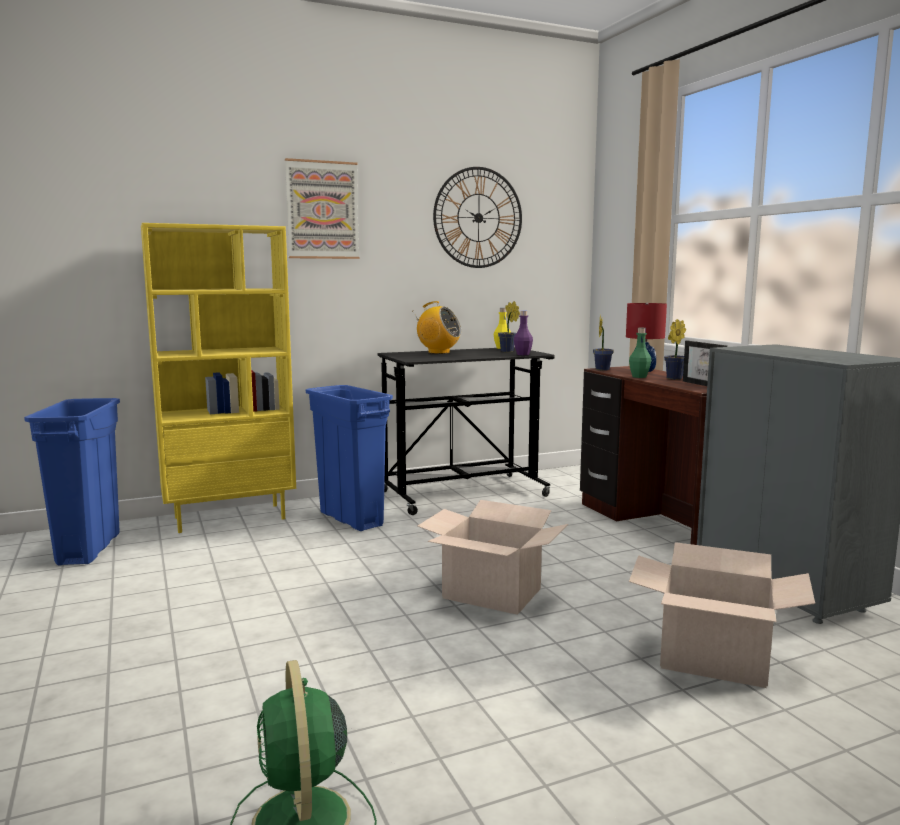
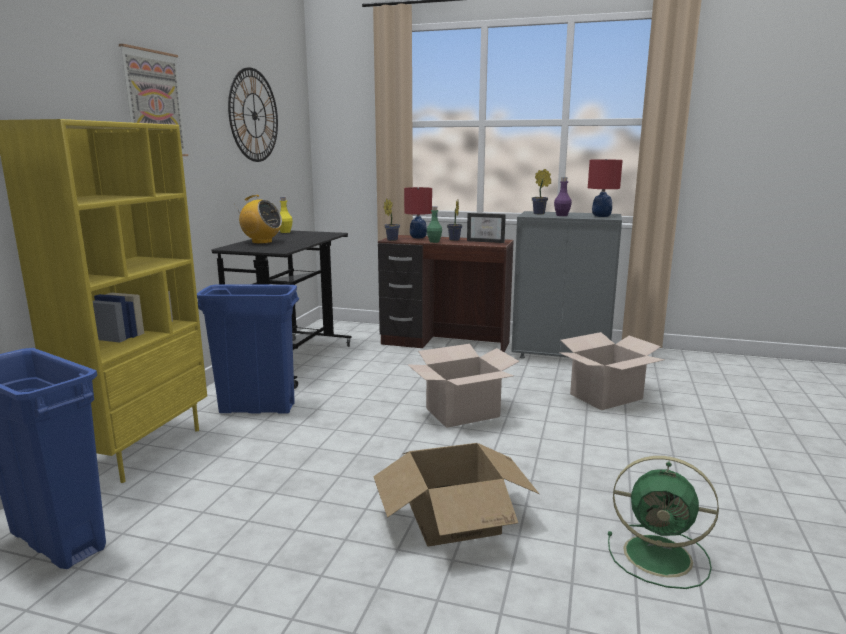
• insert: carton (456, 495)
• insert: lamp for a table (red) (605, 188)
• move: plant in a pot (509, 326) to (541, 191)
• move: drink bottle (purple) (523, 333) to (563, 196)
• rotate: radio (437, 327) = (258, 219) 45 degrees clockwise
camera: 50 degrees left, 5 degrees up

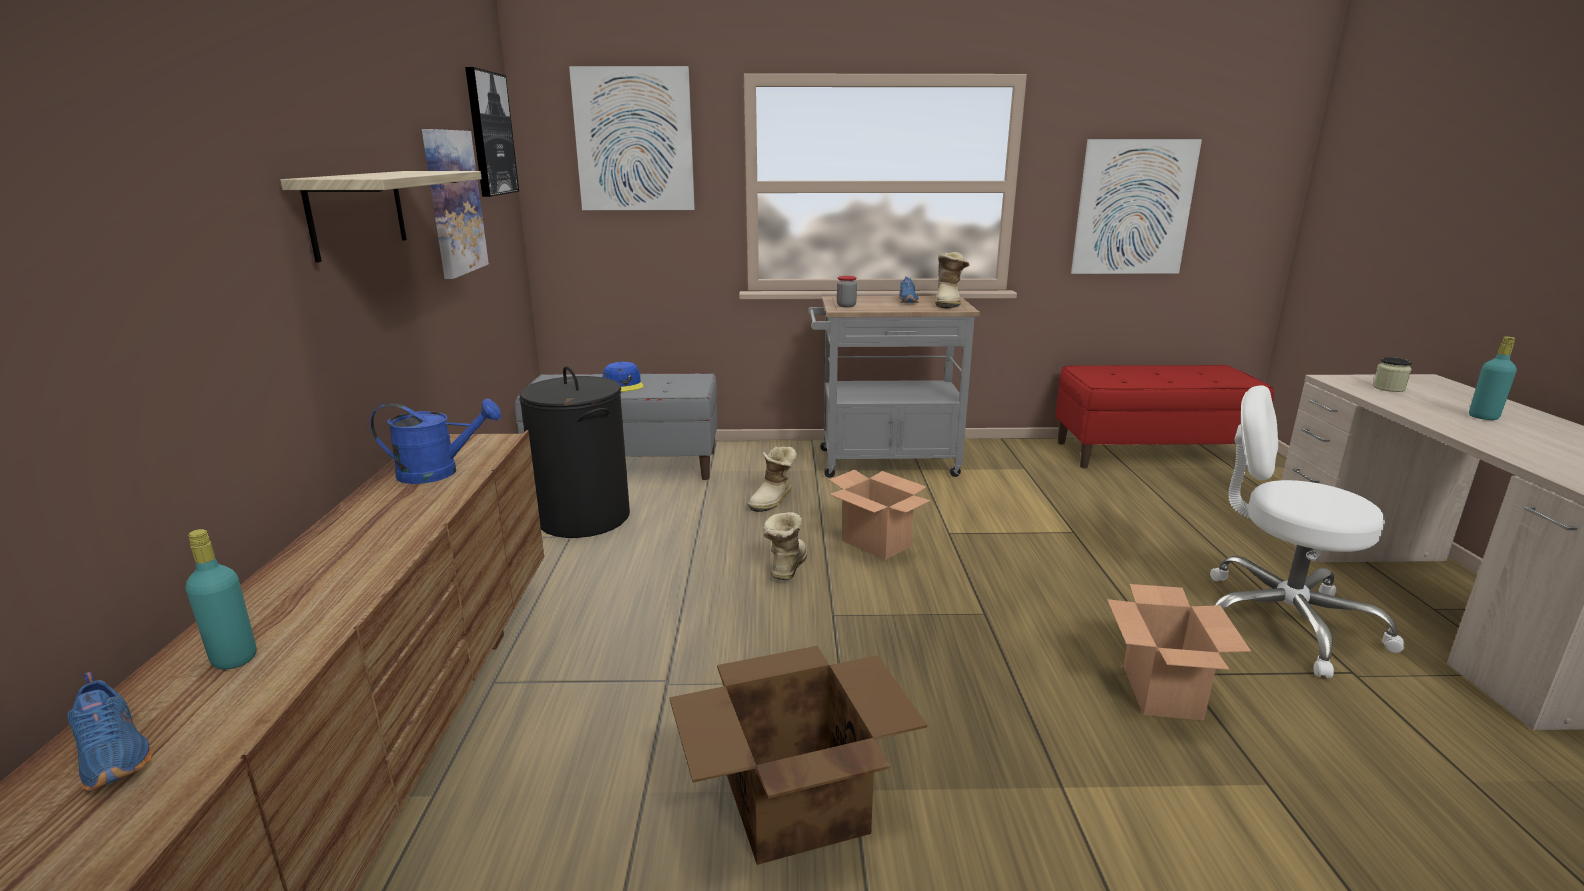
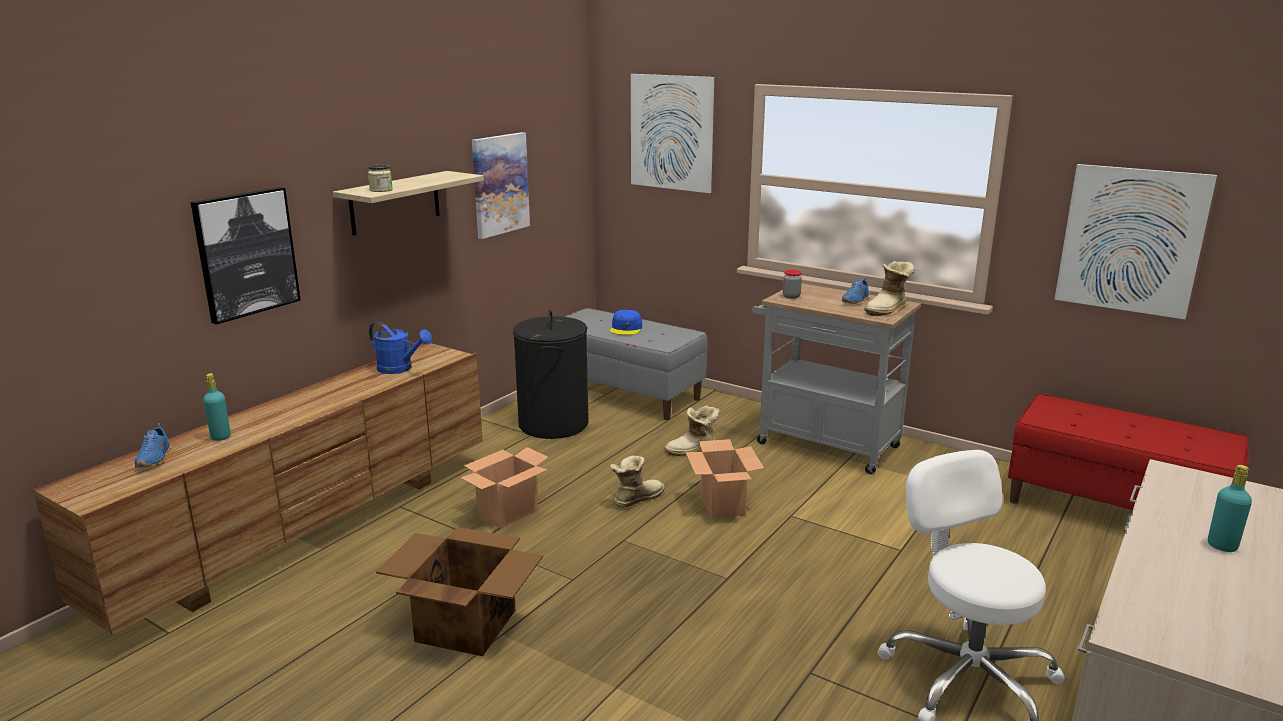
• move: picture (492, 132) to (246, 256)
• move: carton (1179, 652) to (504, 487)
• move: preserve jar (1392, 374) to (380, 178)
camera: 35 degrees right, 0 degrees up

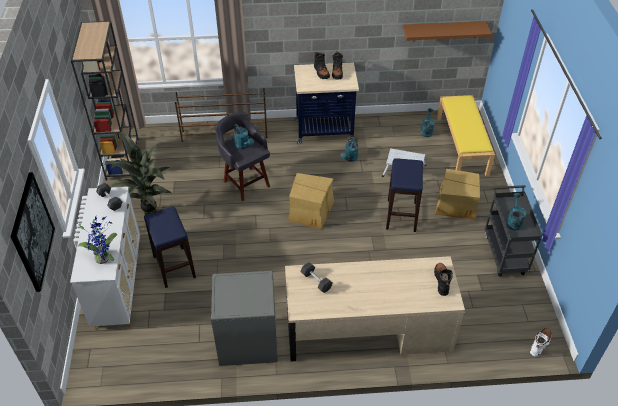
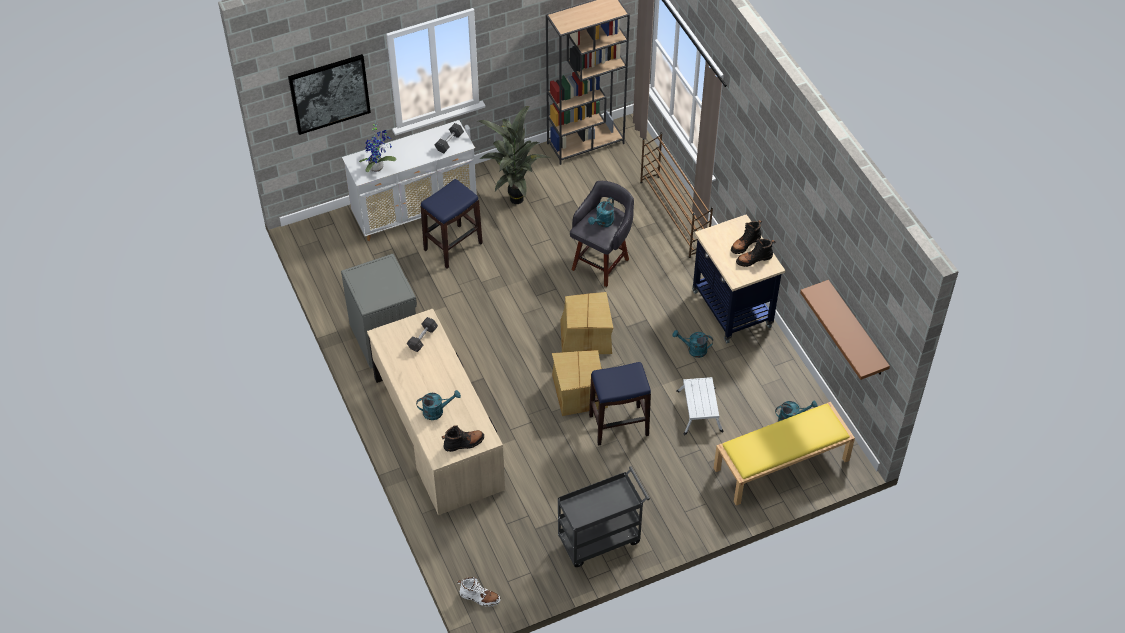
• move: carton (457, 194) to (580, 383)
• move: sprinkling can (blue-green) (516, 212) to (438, 405)
camera: 70 degrees right, 5 degrees up

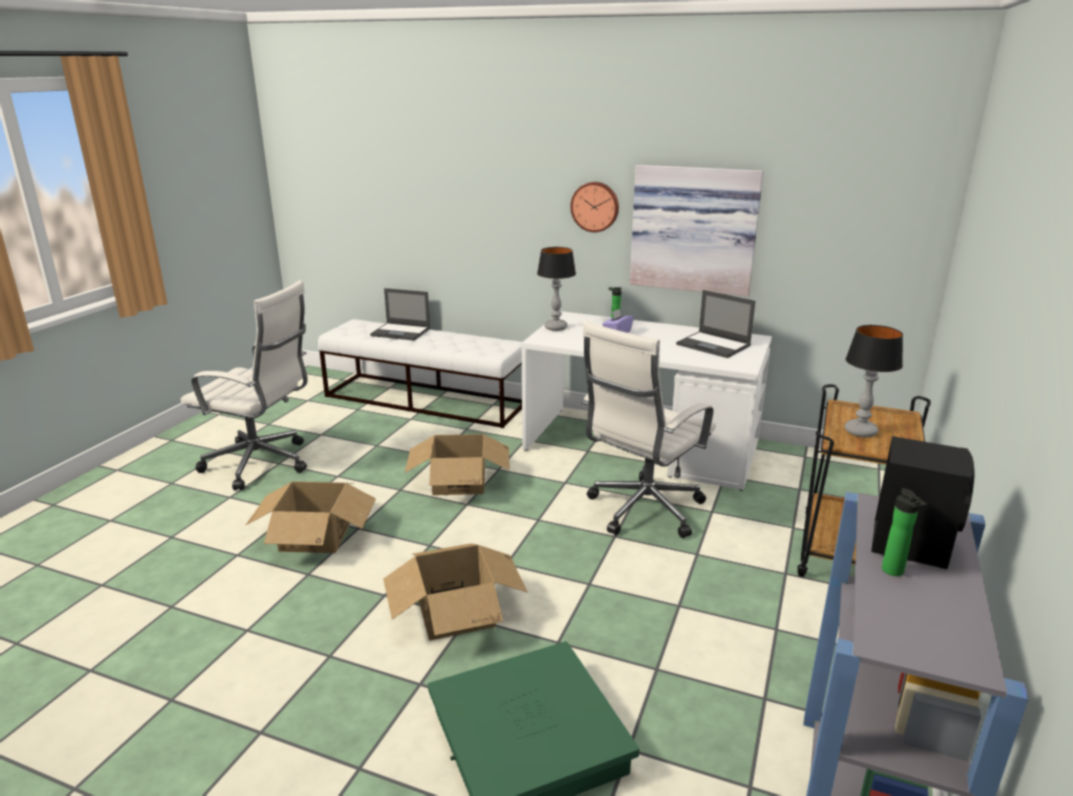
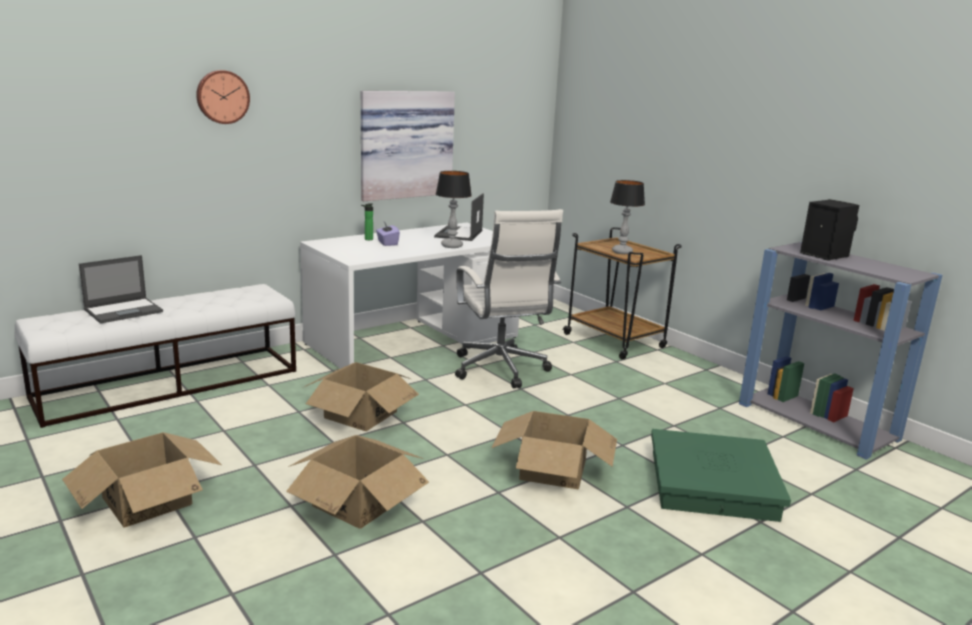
• delete: drink bottle (904, 532)
• move: lamp for a table (556, 289) to (454, 209)
• move: wall clock (594, 207) to (223, 97)
• replace: office chair (whitish) (244, 385) to carton (142, 479)
• rotate: portable computer (715, 324) = (459, 217) 120 degrees clockwise
camera: 60 degrees left, 5 degrees down

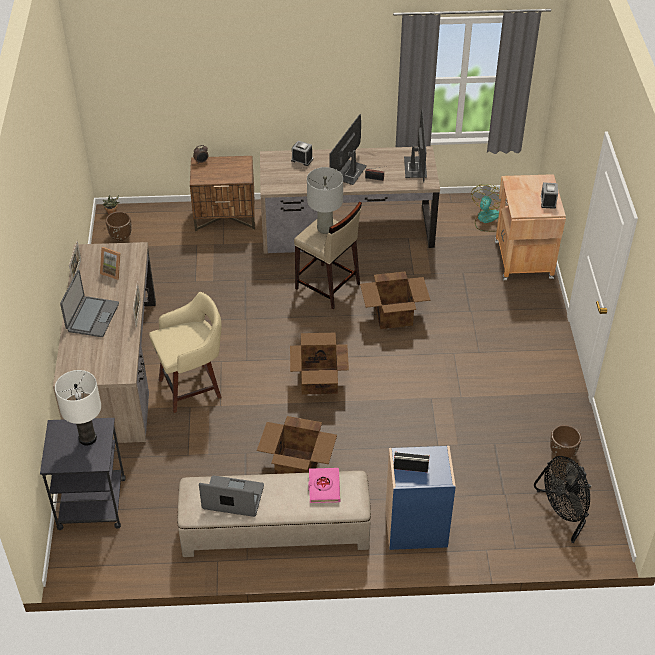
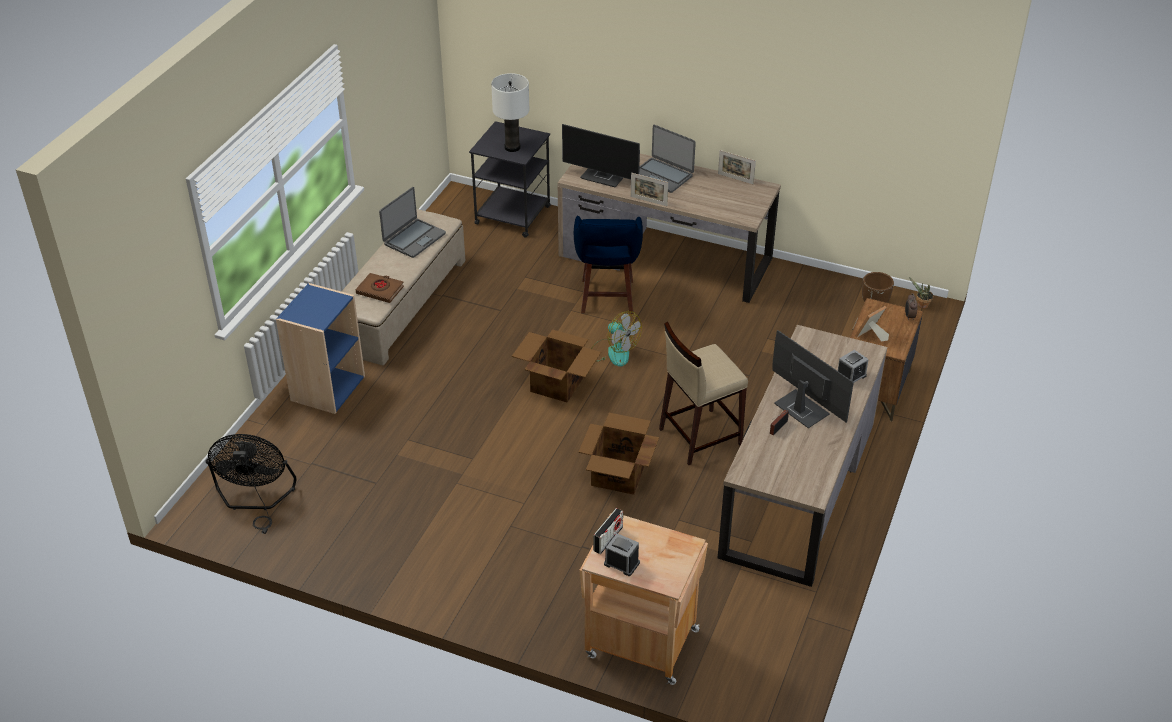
• delete: carton (297, 445)
• delete: lamp for a table (gray) (325, 200)
• delete: planter (brownish) (565, 442)
• move: standing frame (110, 263) to (872, 323)
• move: radio (411, 461) to (608, 531)
• move: computer screen (415, 146) to (601, 155)
• move: fan (486, 208) to (616, 339)
• recolor: sitting stool (sand-coloured) (185, 352) to sitting stool (blue) (608, 265)
• recolor: bound book (pink-coloured) (324, 485) to bound book (brownish) (379, 288)
camera: 115 degrees right, 5 degrees down

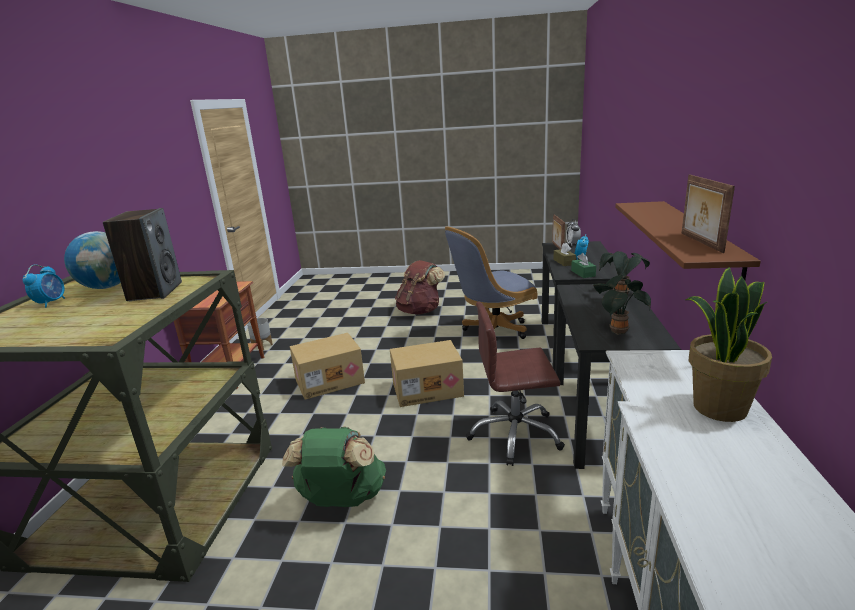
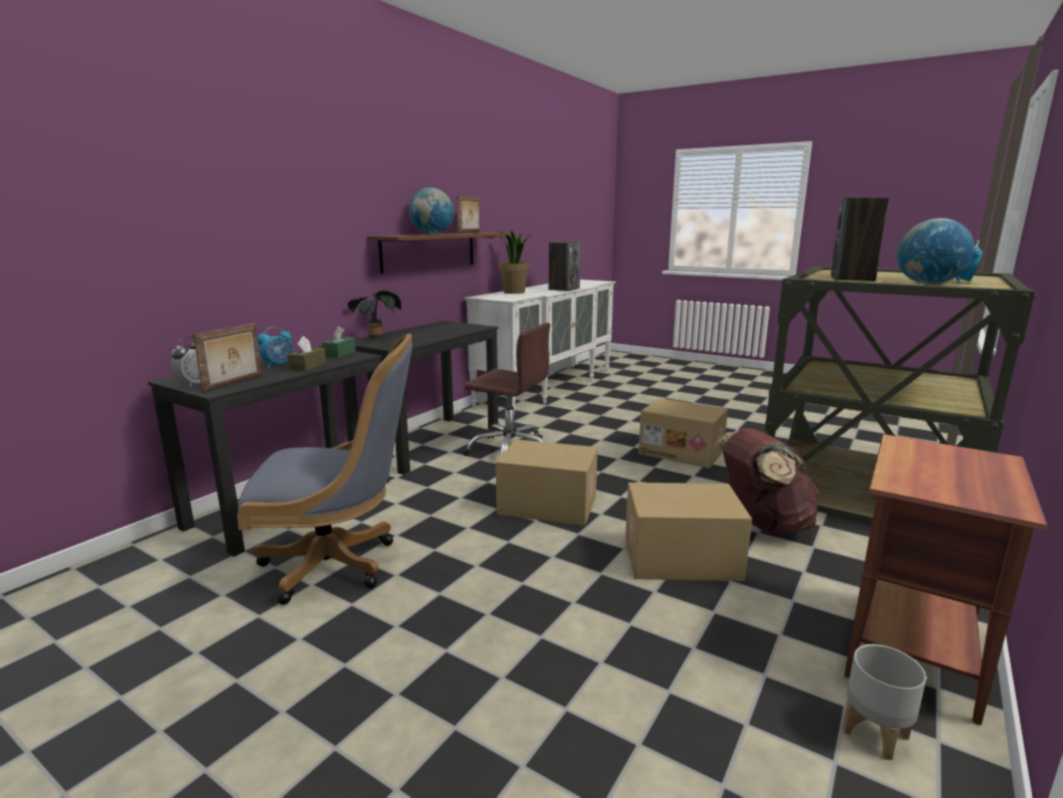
• delete: plant in a pot (622, 305)
• insert: globe (431, 211)
• insert: audio speaker (565, 266)
• move: backpack (brownish) (420, 287) to (767, 481)
• replace: backpack (greenish) (334, 467) to carton (683, 433)
camera: 155 degrees left, 5 degrees down

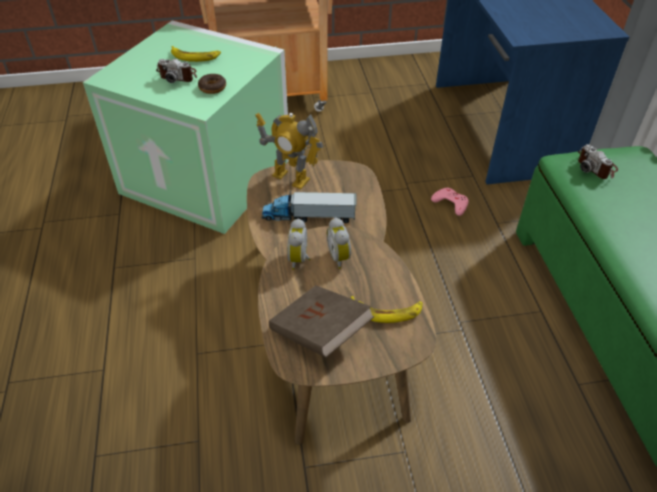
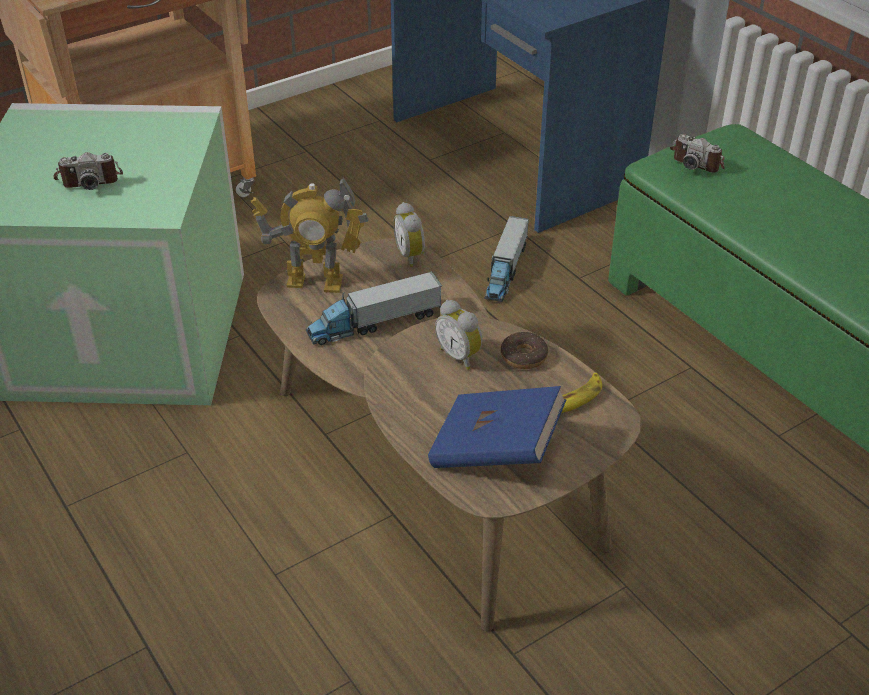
• delete: whole banana (196, 54)
• move: doughnut (212, 84) to (524, 350)
• move: table clock (299, 244) to (409, 234)
• replace: gamepad (pink-coloured) (450, 202) to toy lorry (507, 259)
• recolor: bound book (brownish) (321, 321) to bound book (blue) (497, 427)
camera: 25 degrees left, 5 degrees down

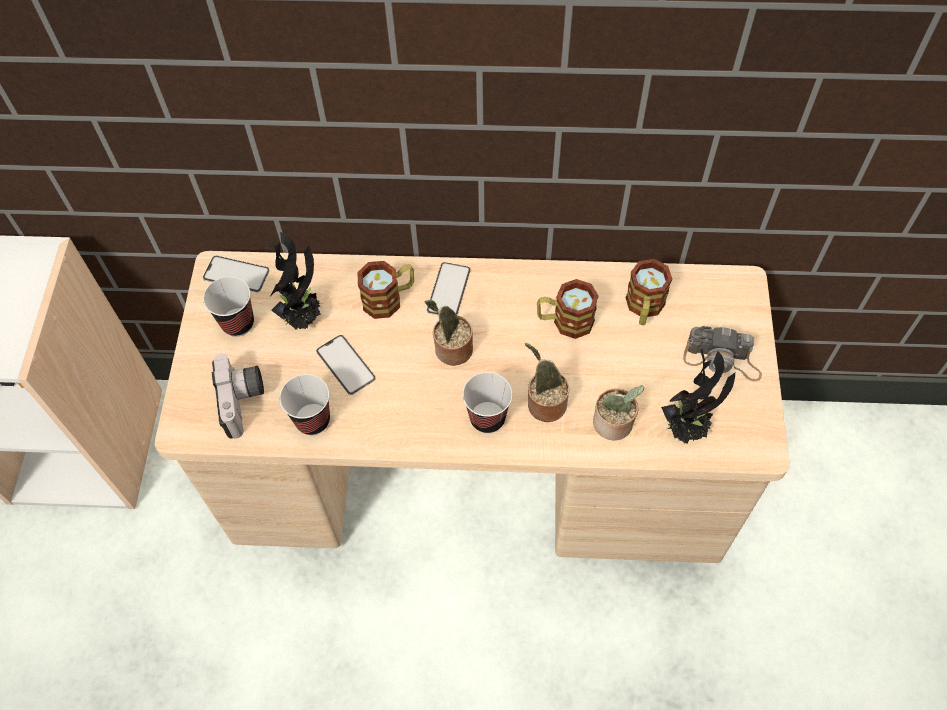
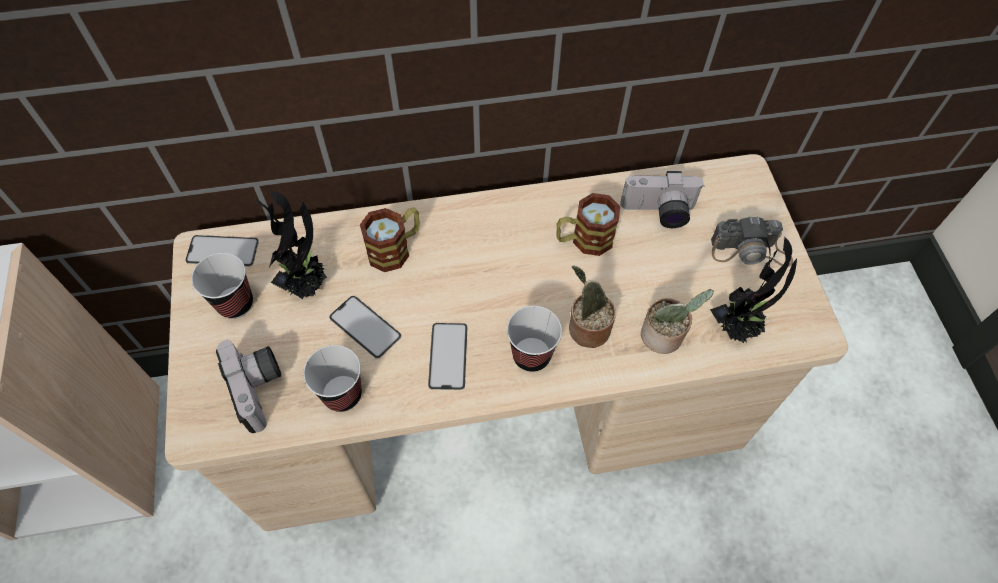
• delete: plant in a pot (448, 333)
• move: telephone (449, 288) to (447, 356)
• replace: coffee mug (648, 292) to still camera (662, 199)
camera: 15 degrees left, 0 degrees up

